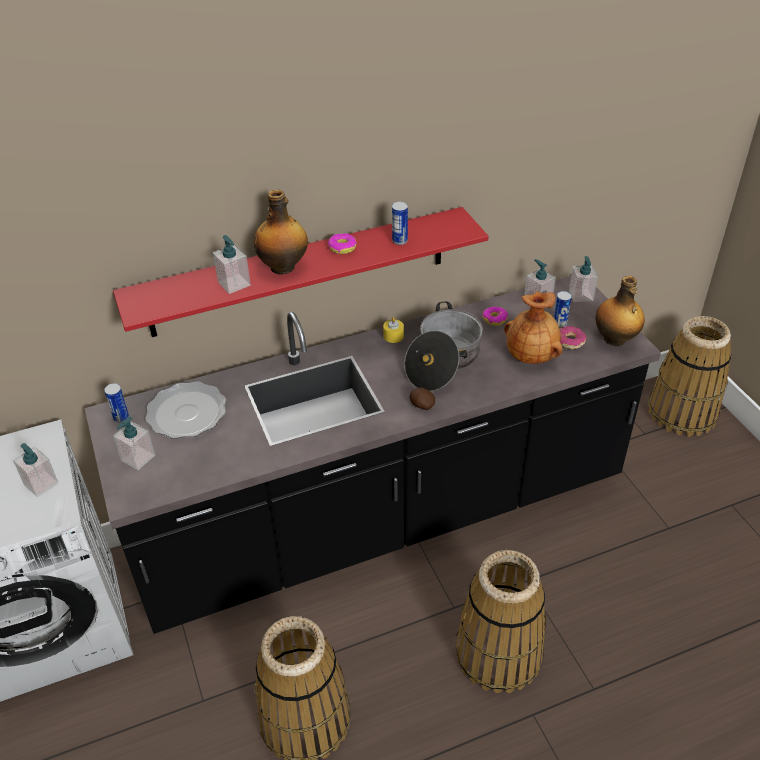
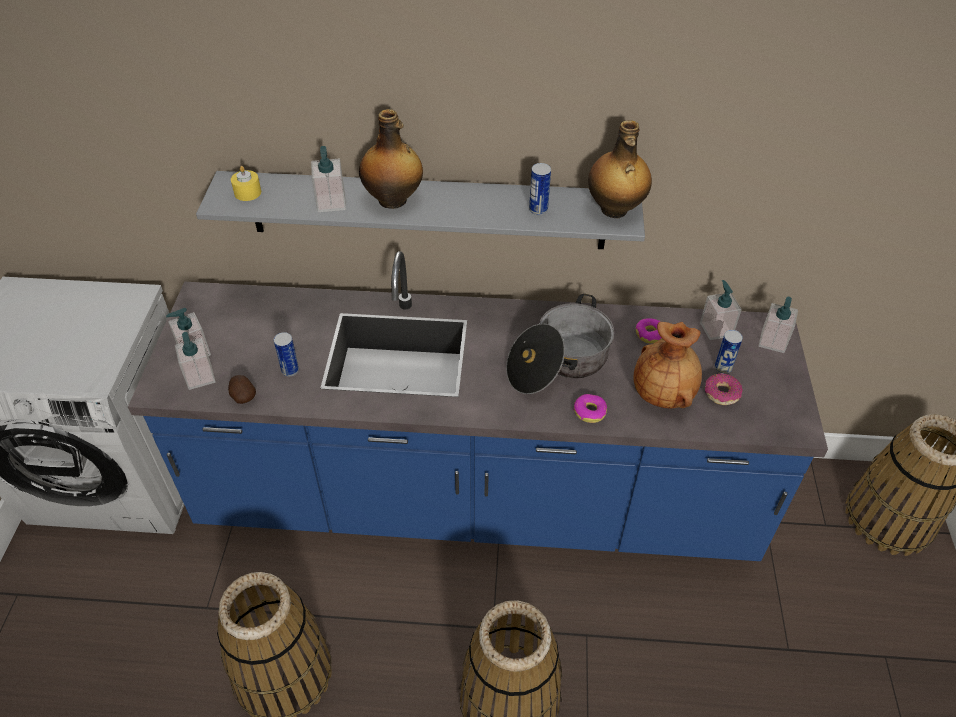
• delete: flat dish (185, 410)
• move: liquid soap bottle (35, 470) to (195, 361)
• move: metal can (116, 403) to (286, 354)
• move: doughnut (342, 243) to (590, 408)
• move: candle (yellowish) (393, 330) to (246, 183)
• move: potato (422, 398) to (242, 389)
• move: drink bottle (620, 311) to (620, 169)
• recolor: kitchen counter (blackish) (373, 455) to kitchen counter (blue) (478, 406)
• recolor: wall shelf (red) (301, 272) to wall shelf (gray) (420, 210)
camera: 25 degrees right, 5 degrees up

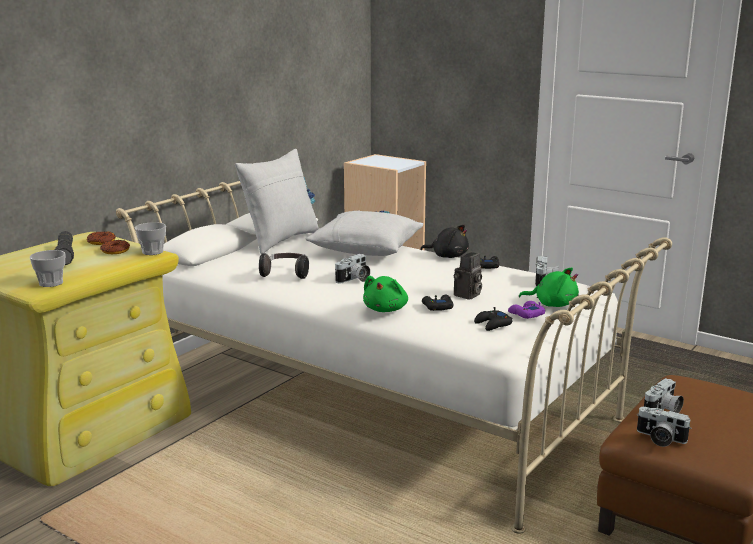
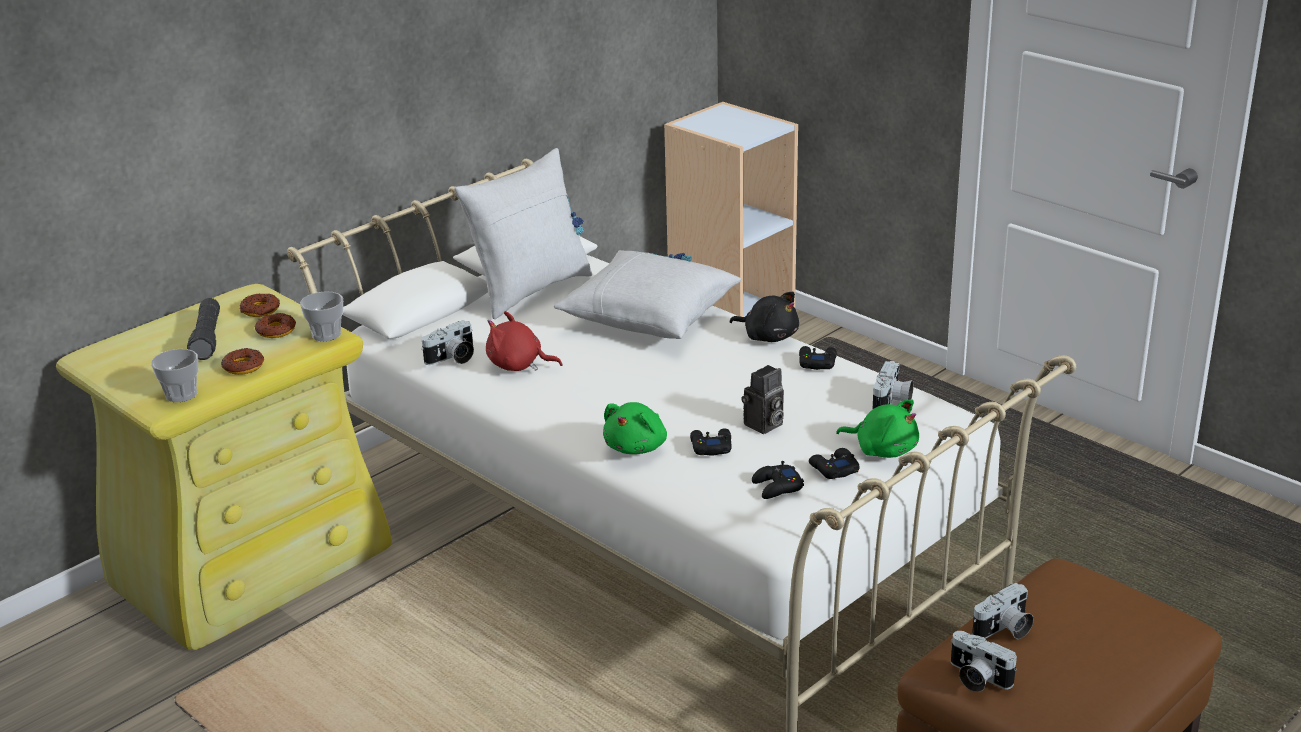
• insert: doughnut (242, 361)
• move: still camera (352, 268) to (447, 342)
• replace: headset (284, 265) to plush toy (red) (524, 341)
• recolor: gamepad (purple) (526, 310) to gamepad (blackish) (834, 463)
camera: 10 degrees right, 10 degrees up

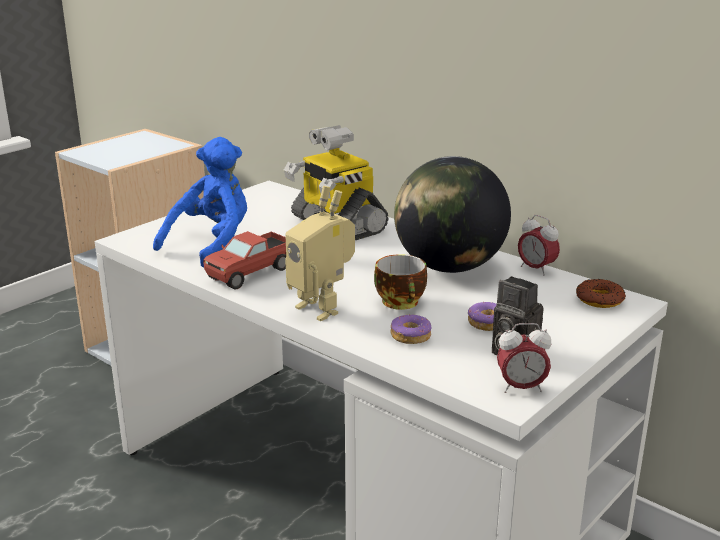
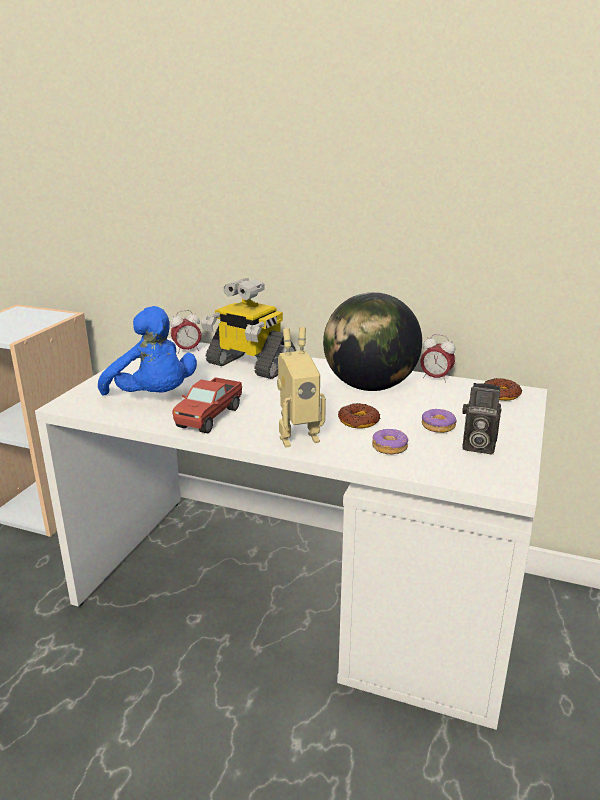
• move: table clock (524, 358) to (185, 332)
• replace: small cup (400, 282) to doughnut (359, 415)
• rotate: plush toy (blue) (200, 202) = (147, 351) 120 degrees clockwise
• rotate: model robot (320, 253) = (301, 387) 45 degrees counterclockwise
camera: 20 degrees left, 0 degrees up

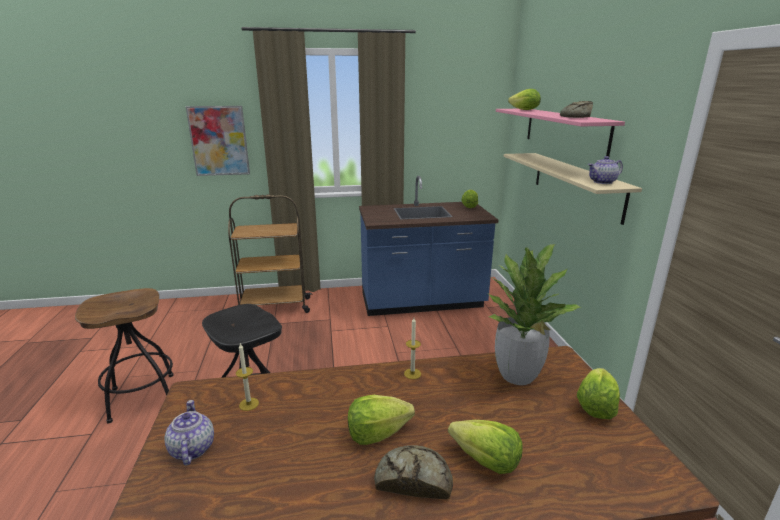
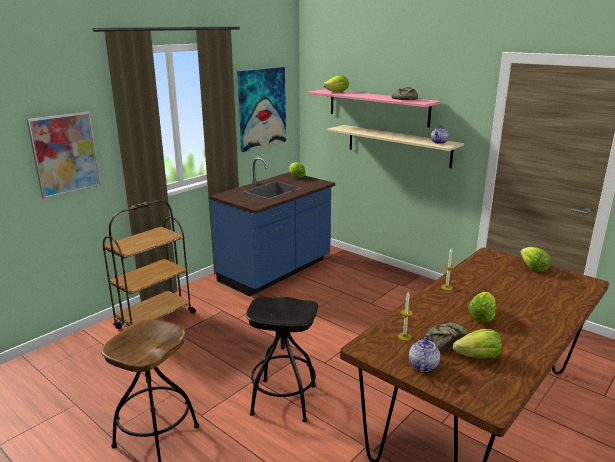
• delete: plant in a pot (534, 314)
• insert: picture (261, 109)
• move: bread (413, 472) to (448, 337)
• move: lettuce (485, 447) to (477, 344)
• rotate: teapot (189, 433) = (424, 353) 75 degrees clockwise
camera: 40 degrees left, 0 degrees up

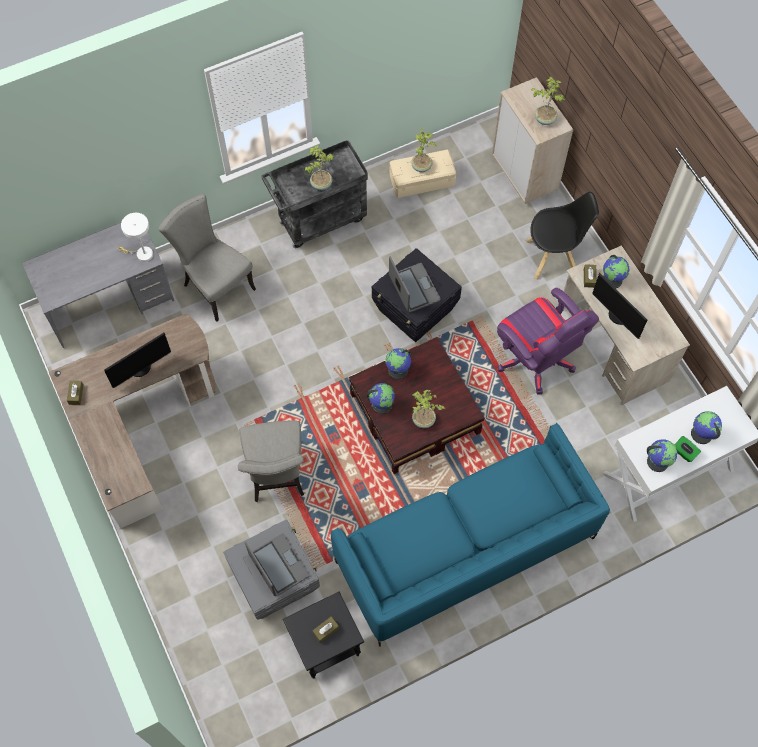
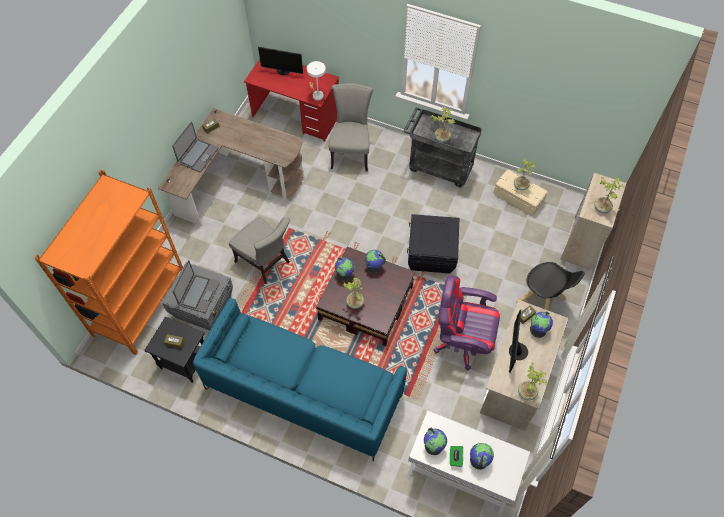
• insert: bookcase (orange-coloured) (109, 262)
• insert: plant in a pot (533, 381)
• move: computer screen (137, 360) to (280, 61)
• move: portable computer (415, 285) to (195, 147)
• recolor: desk (gray) (98, 285) to desk (red) (291, 100)
• rotate: upright chair (gray) (271, 461) = (259, 250) 90 degrees counterclockwise
• rotate: office chair (purple) (548, 341) = (466, 323) 90 degrees clockwise
camera: 50 degrees right, 5 degrees down

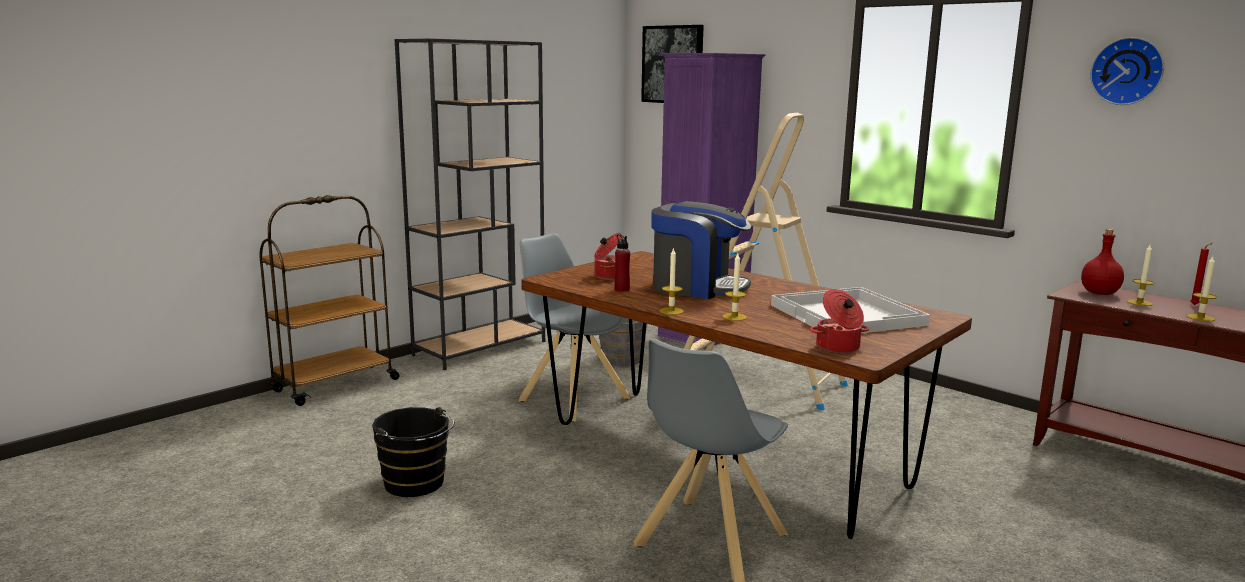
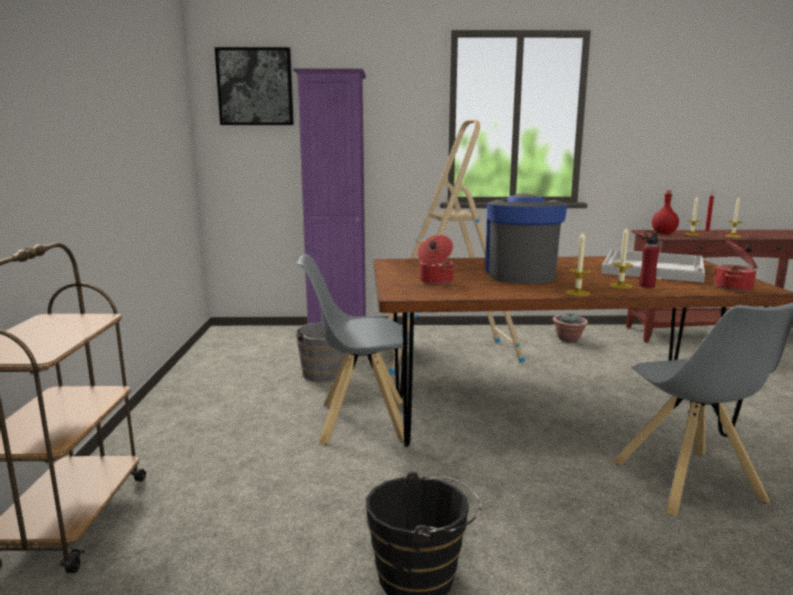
• delete: bookcase (470, 204)
• delete: wall clock (1127, 71)
• insert: plant in a pot (570, 328)
• move: drink bottle (red) (622, 263) to (649, 259)
• rotate: coffee maker (701, 250) = (526, 238) 60 degrees counterclockwise
camera: 45 degrees left, 0 degrees up

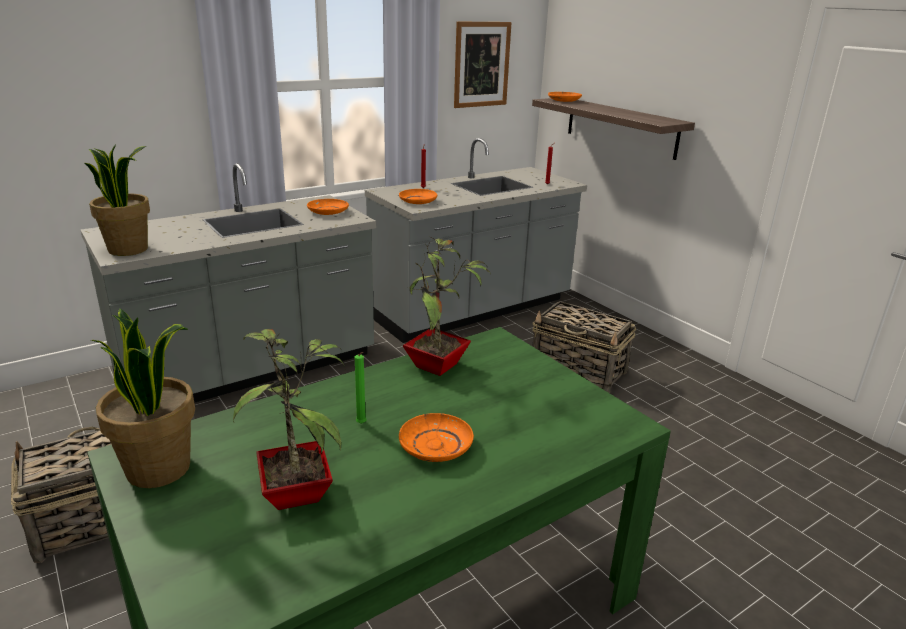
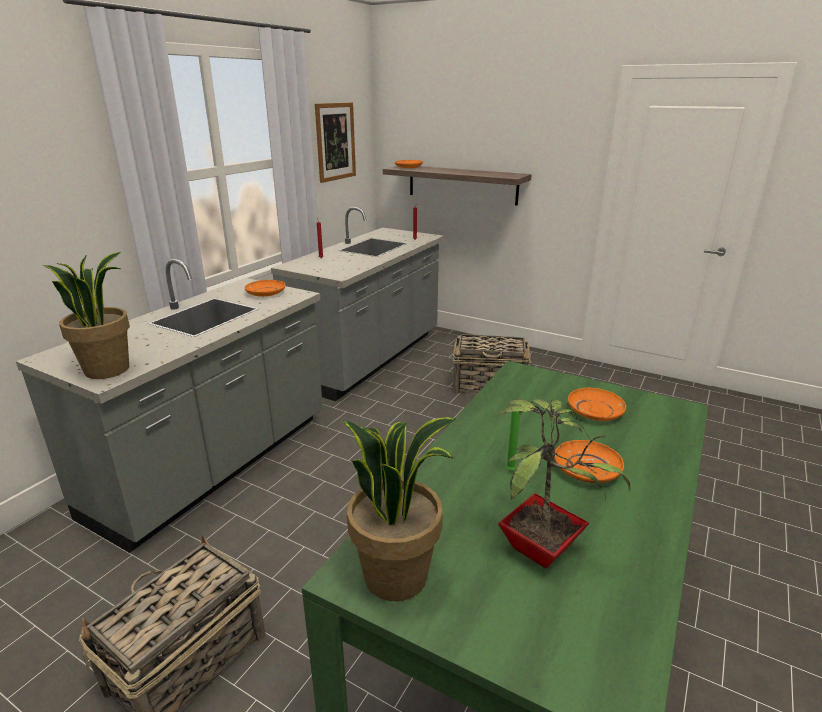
• delete: plant in a pot (447, 306)
• move: flat dish (orange-coloured) (418, 196) to (597, 404)
camera: 25 degrees left, 0 degrees up

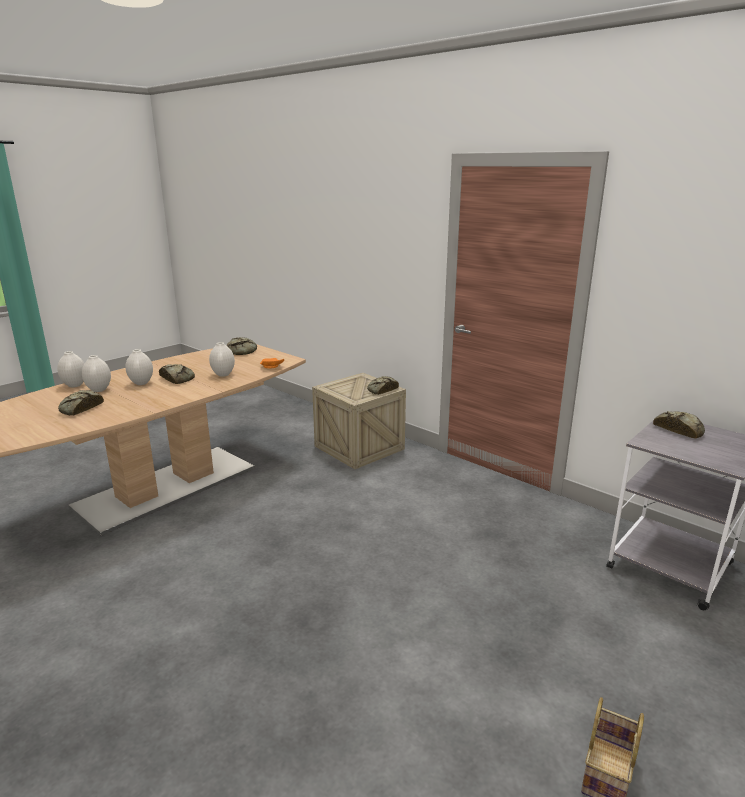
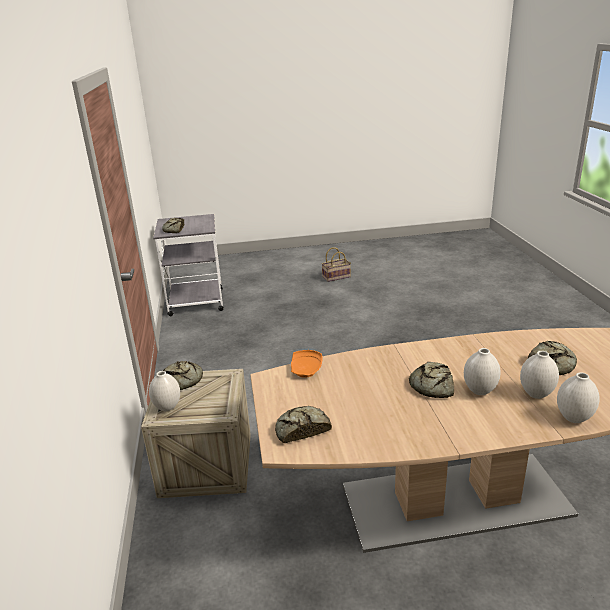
• move: decorative vase (whitish) (222, 359) to (164, 391)
camera: 140 degrees left, 5 degrees up

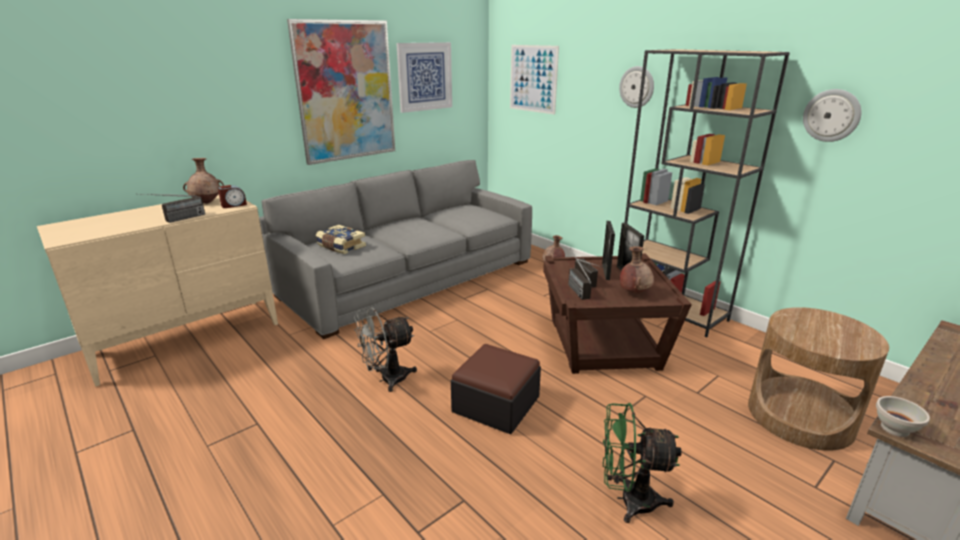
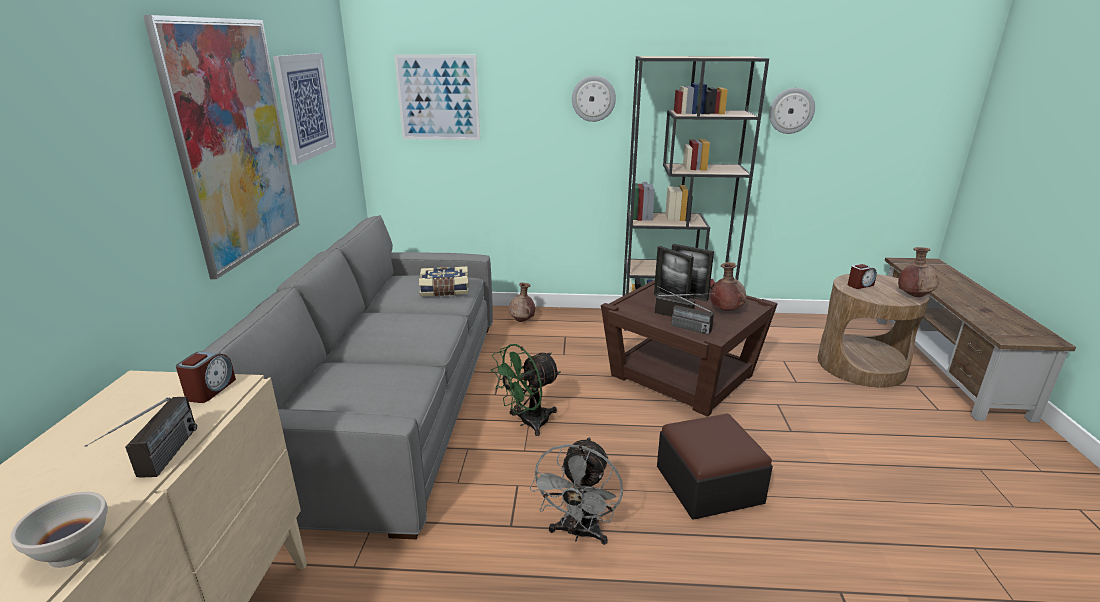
• insert: table clock (862, 276)
• move: decorative vase (brownish) (203, 180) to (918, 272)
• move: bound book (341, 239) to (444, 281)
• move: fan (greenish) (642, 463) to (525, 390)
• move: serving bowl (whitish) (903, 416) to (59, 530)
camera: 45 degrees left, 0 degrees up

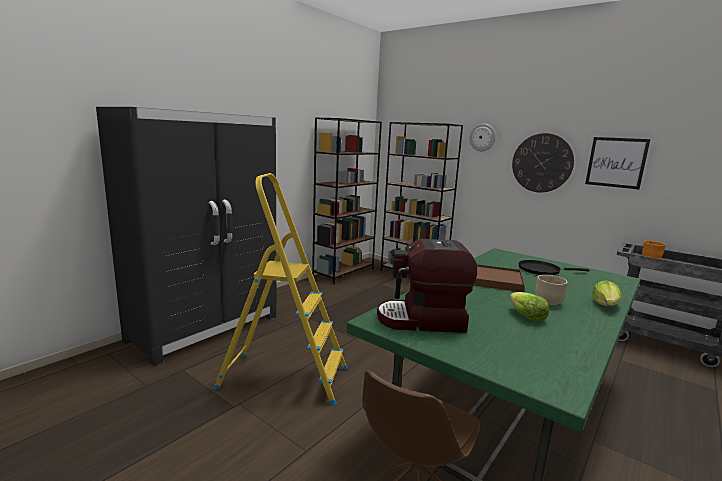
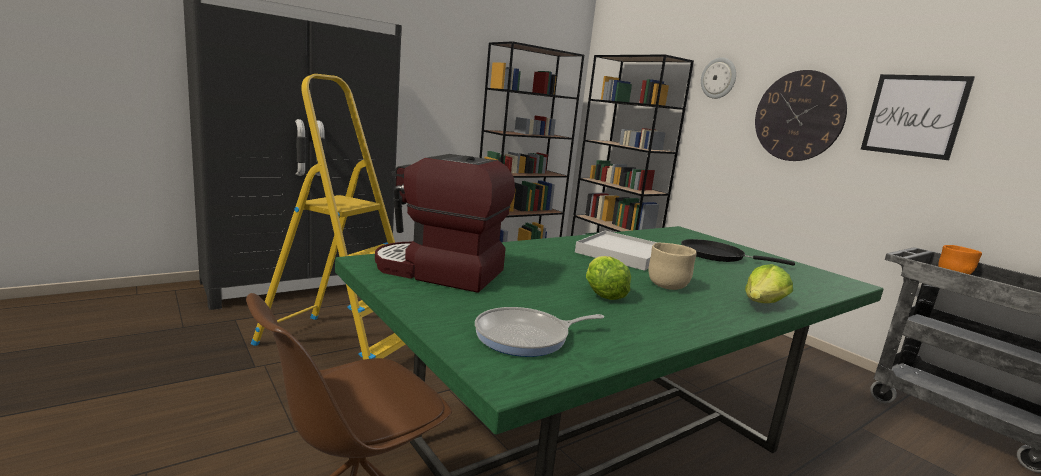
• insert: pan (539, 332)
• recolor: tray (brownish) (499, 278) to tray (whitish) (616, 251)
camera: 15 degrees right, 0 degrees up

